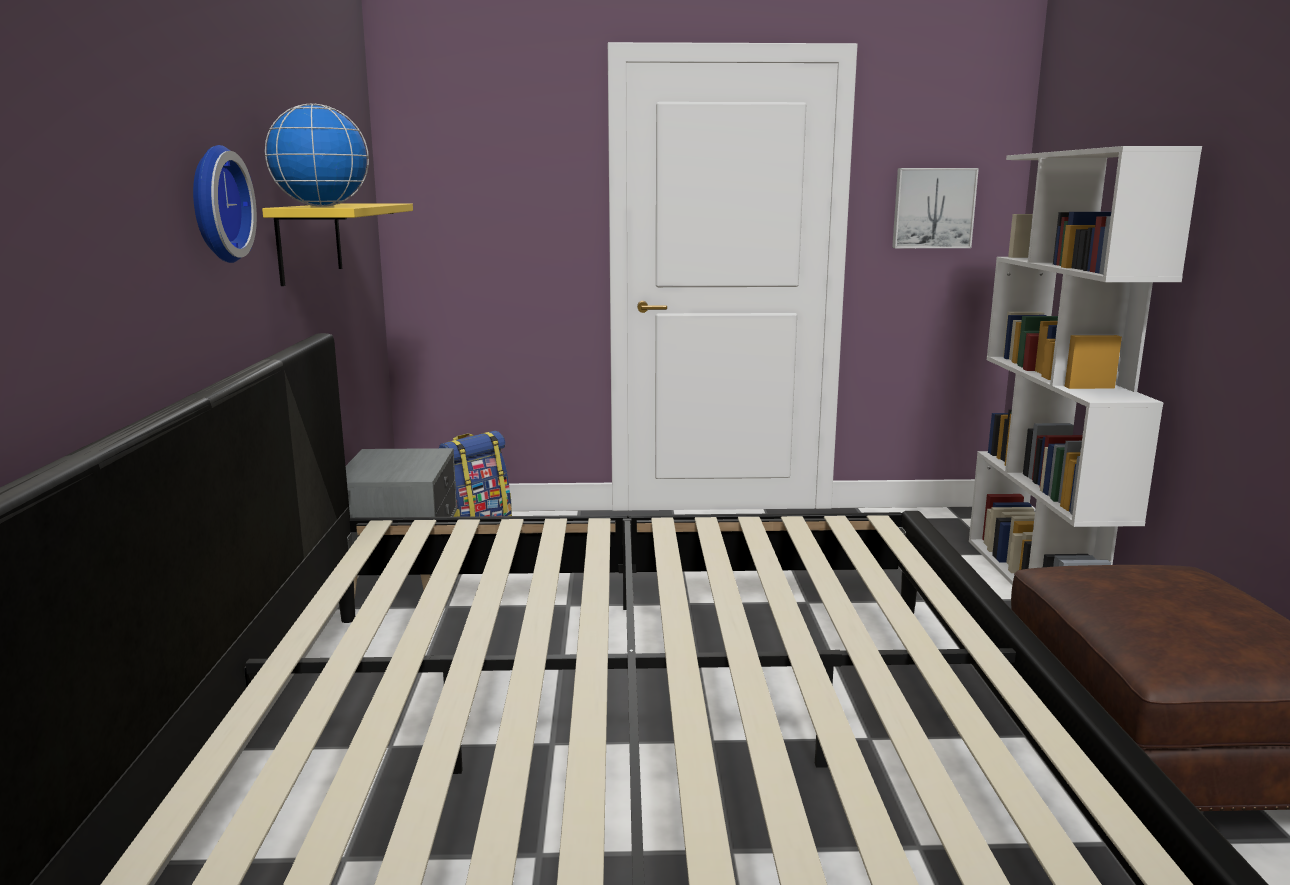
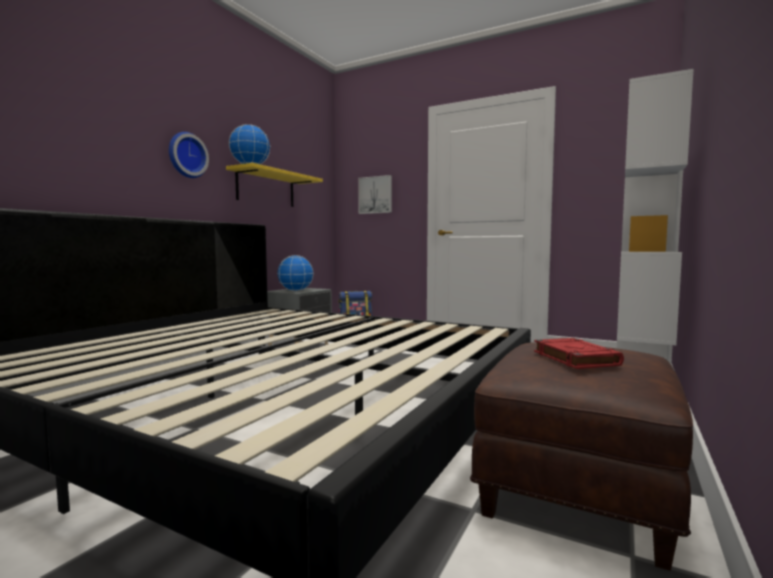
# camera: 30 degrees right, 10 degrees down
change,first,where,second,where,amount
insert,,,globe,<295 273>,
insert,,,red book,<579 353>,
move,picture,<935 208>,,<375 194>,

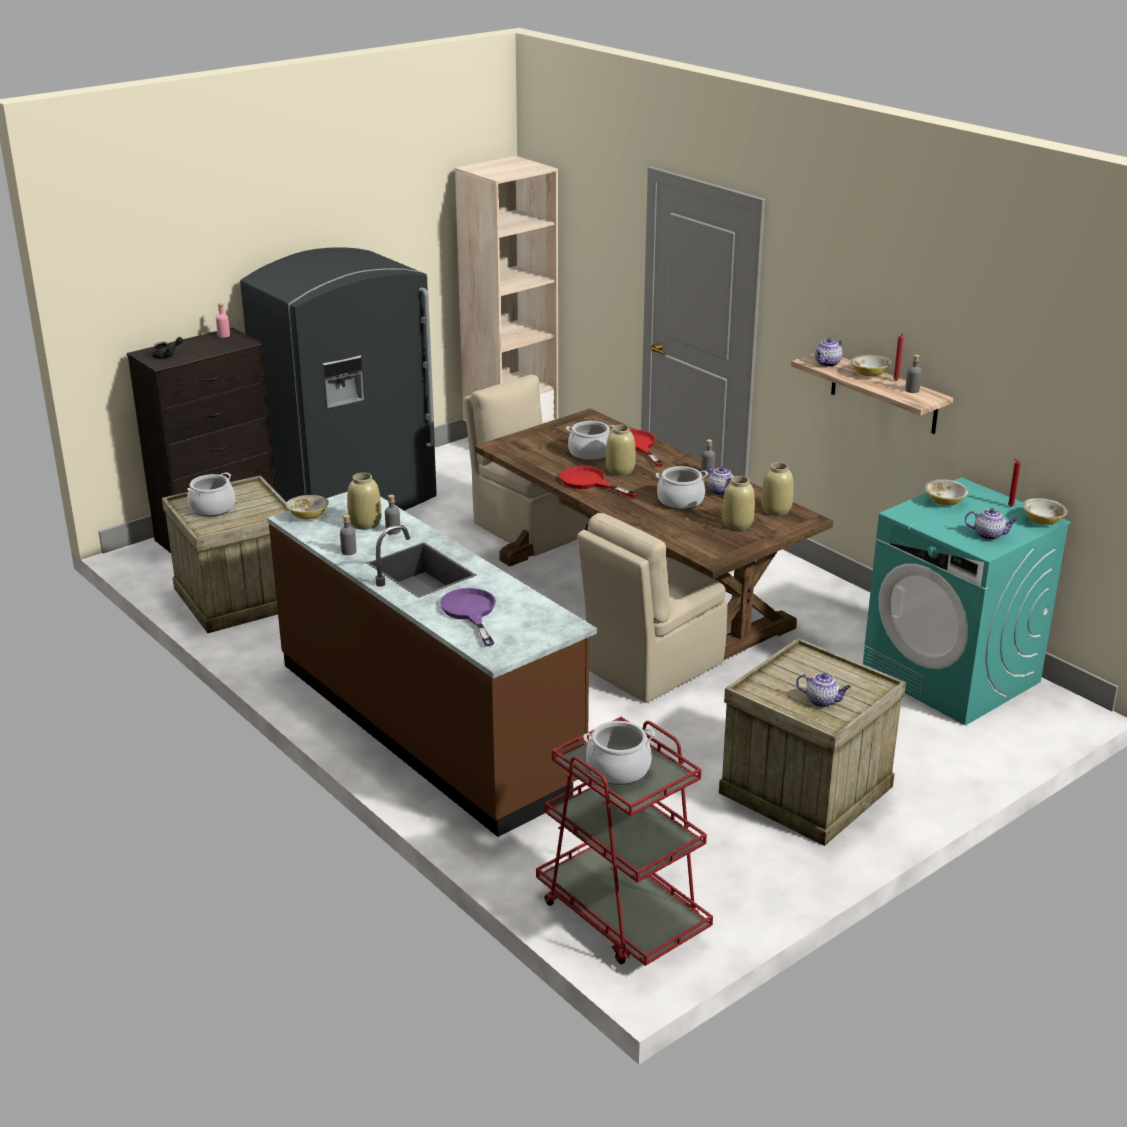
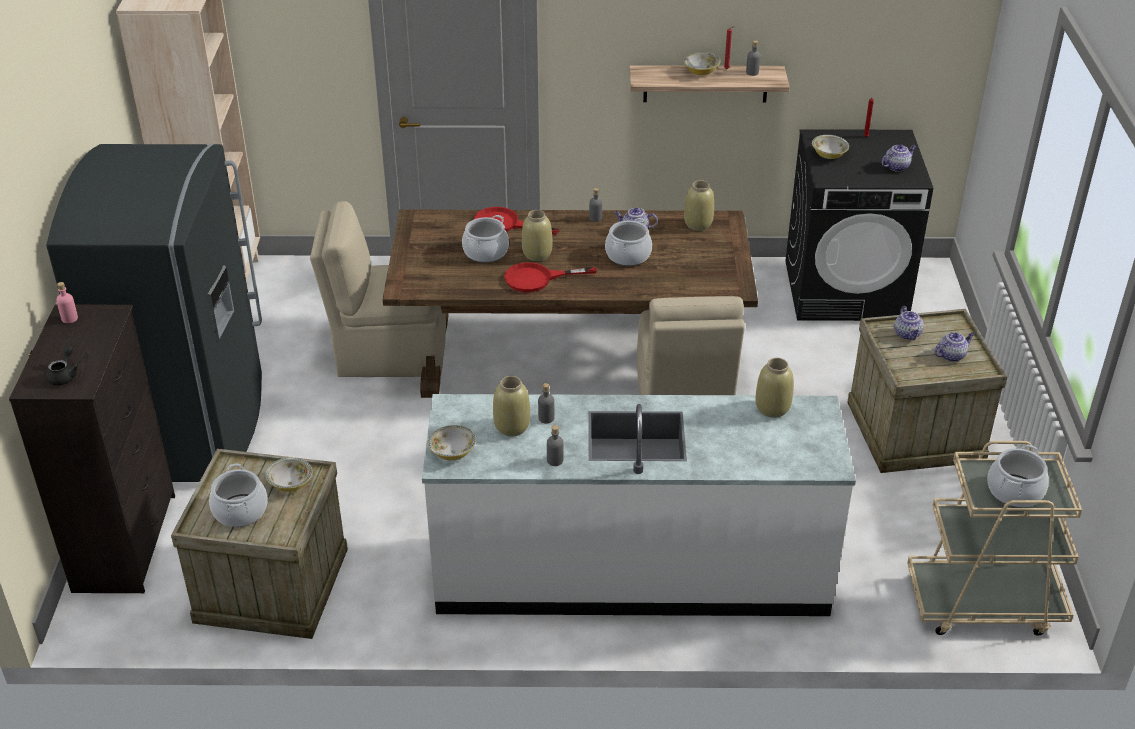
# camera: 50 degrees left, 10 degrees up
change,first,where,second,where,amount
delete,purple frying pan,<468 617>,,,
move,beige vase,<738 503>,,<774 388>,
move,teapot,<829 352>,,<909 323>,
move,bowl,<1045 511>,,<288 474>,
recolor,brown counter,<432 664>,white counter,<639 505>,
recolor,red cart,<624 841>,beige cart,<994 538>,
recolor,turquoise washing machine,<967 601>,black washing machine,<859 225>,

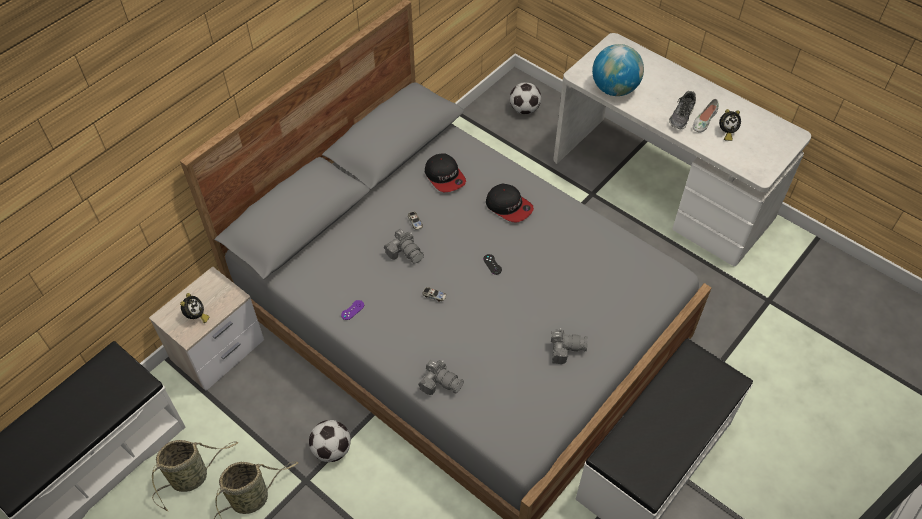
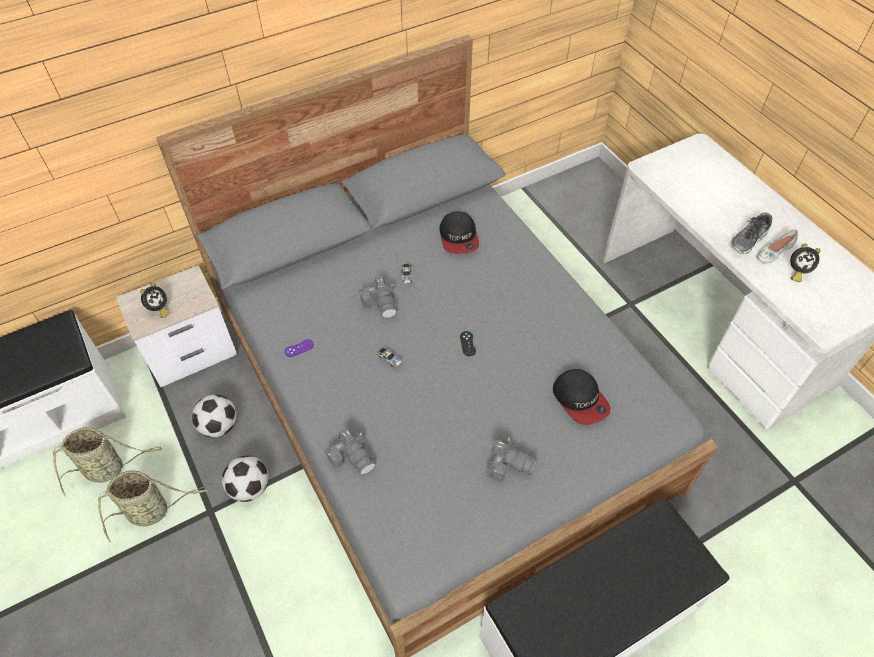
# camera: 20 degrees right, 0 degrees up
change,first,where,second,where,amount
delete,globe,<618 70>,,,
move,cap,<510 203>,,<582 397>,
move,football,<525 98>,,<214 416>,

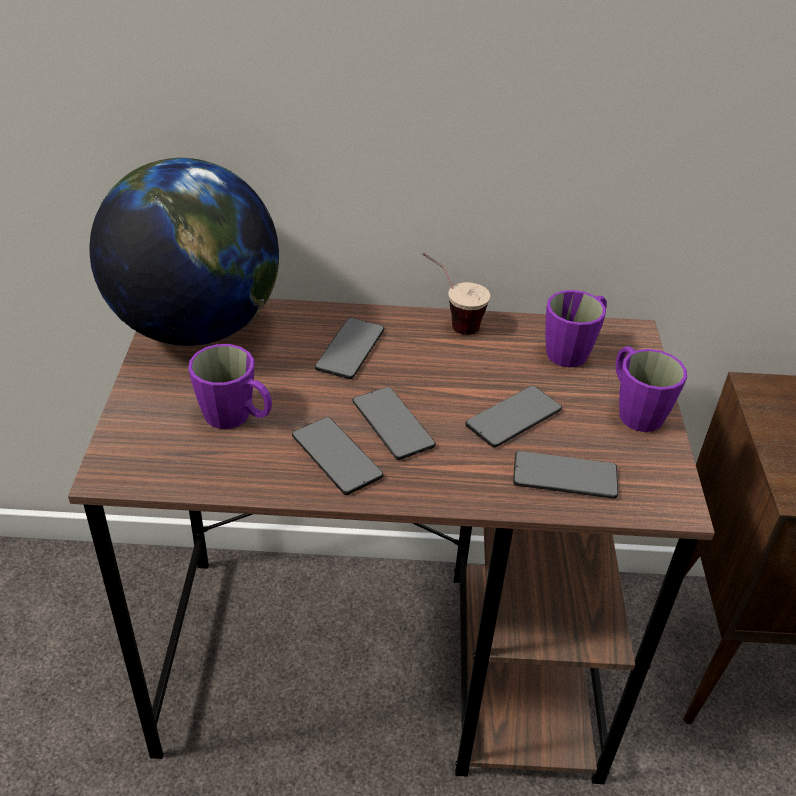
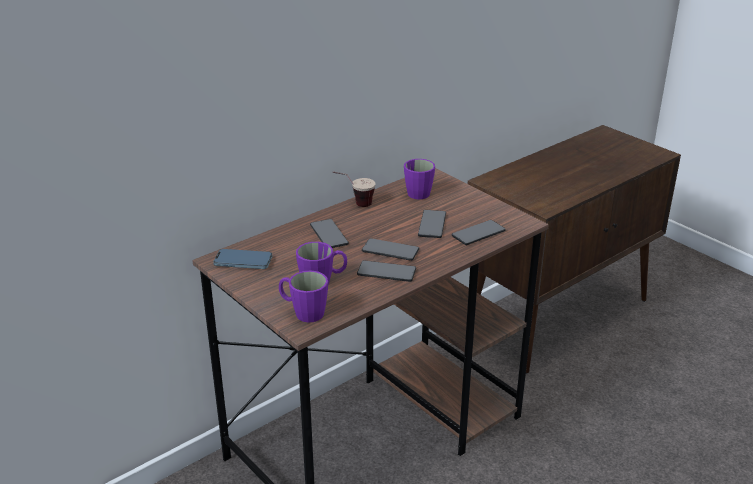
# camera: 40 degrees left, 10 degrees down
change,first,where,second,where,amount
move,purple mug,<651 389>,,<303 296>,
replace,globe,<184 252>,phone,<242 259>,

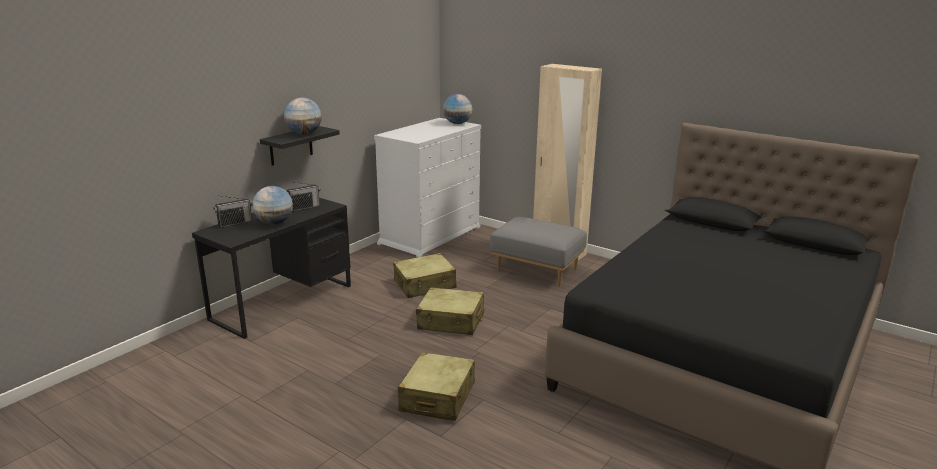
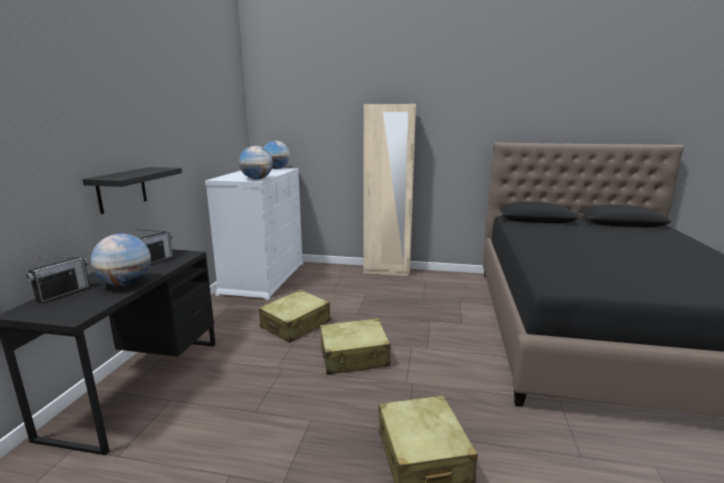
# camera: 25 degrees left, 5 degrees down
change,first,where,second,where,amount
delete,grey ottoman,<538 251>,,,
move,globe,<303 116>,,<256 162>,

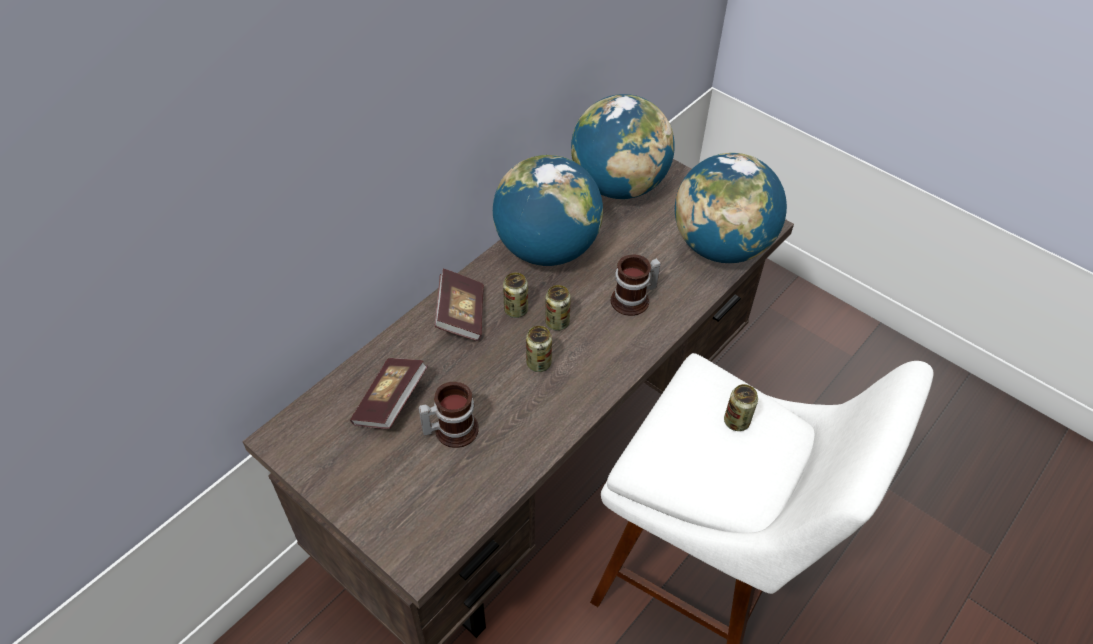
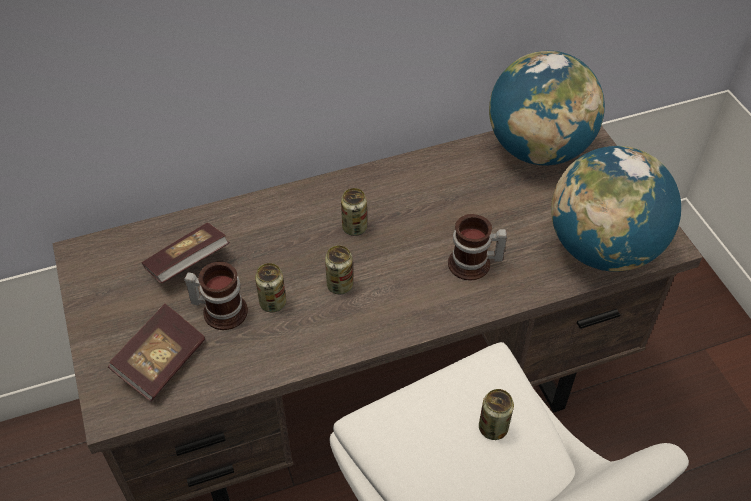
# camera: 30 degrees right, 0 degrees up
change,first,where,second,where,amount
delete,globe,<548 210>,,,
move,book,<459 304>,,<156 352>,
move,can,<558 308>,,<270 288>,

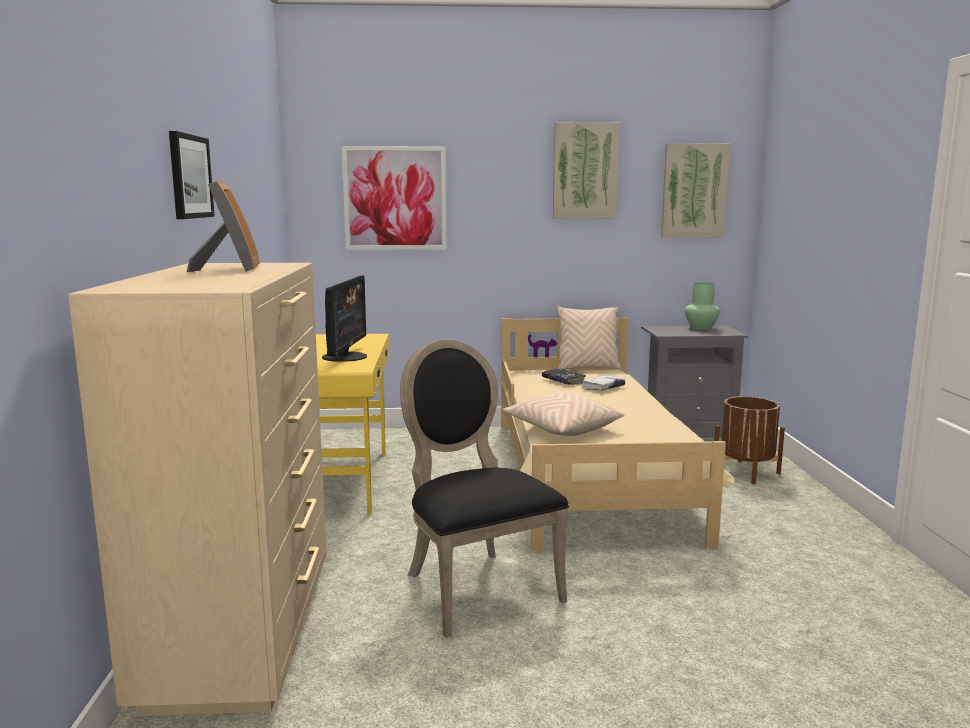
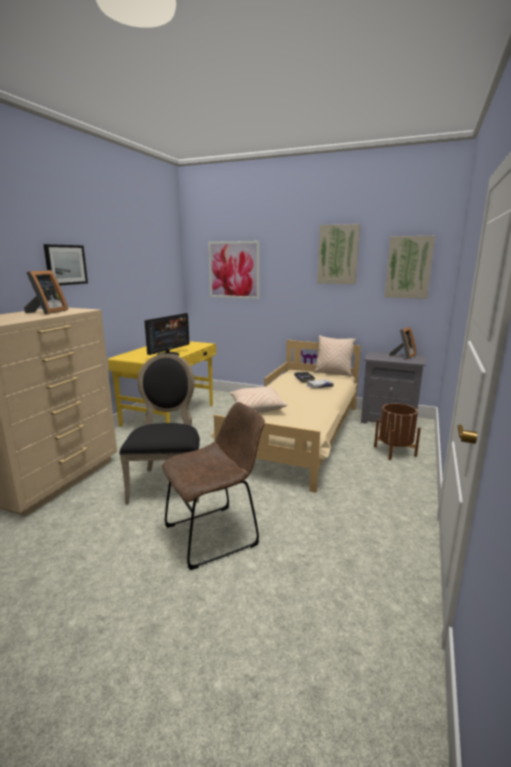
# camera: 25 degrees right, 5 degrees up
change,first,where,second,where,amount
insert,,,brown chair,<213 486>,
replace,green vase,<702 306>,picture frame,<403 343>,

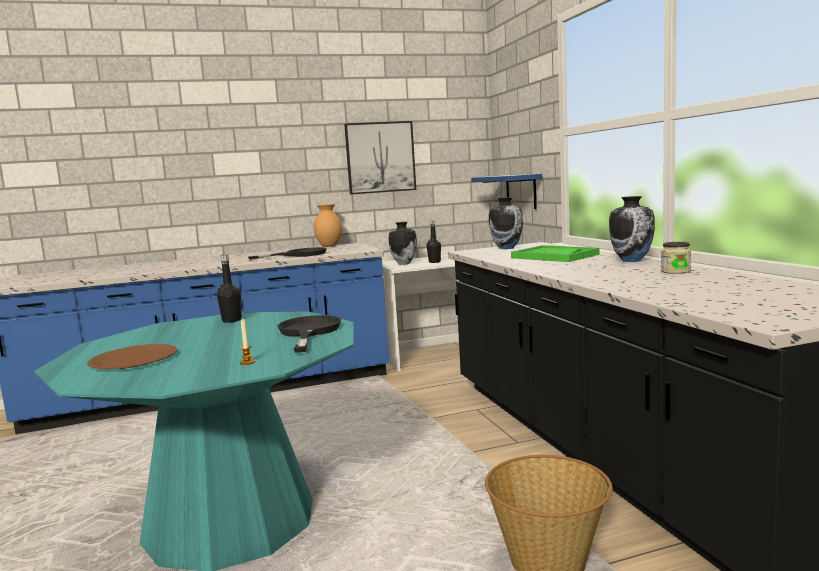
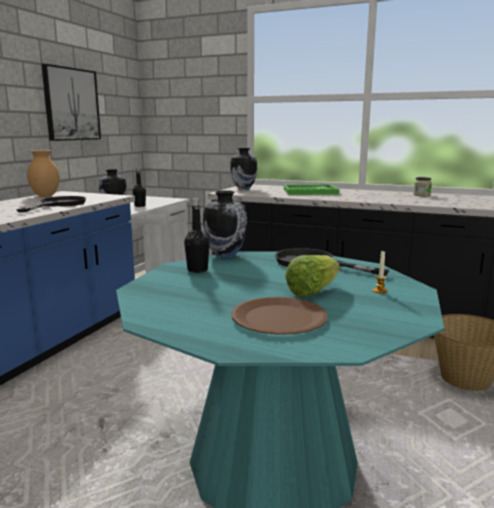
# camera: 50 degrees left, 5 degrees up
change,first,where,second,where,amount
delete,blue shelf,<506 191>,,,
insert,,,lettuce,<312 276>,
move,vase,<632 229>,,<225 224>,

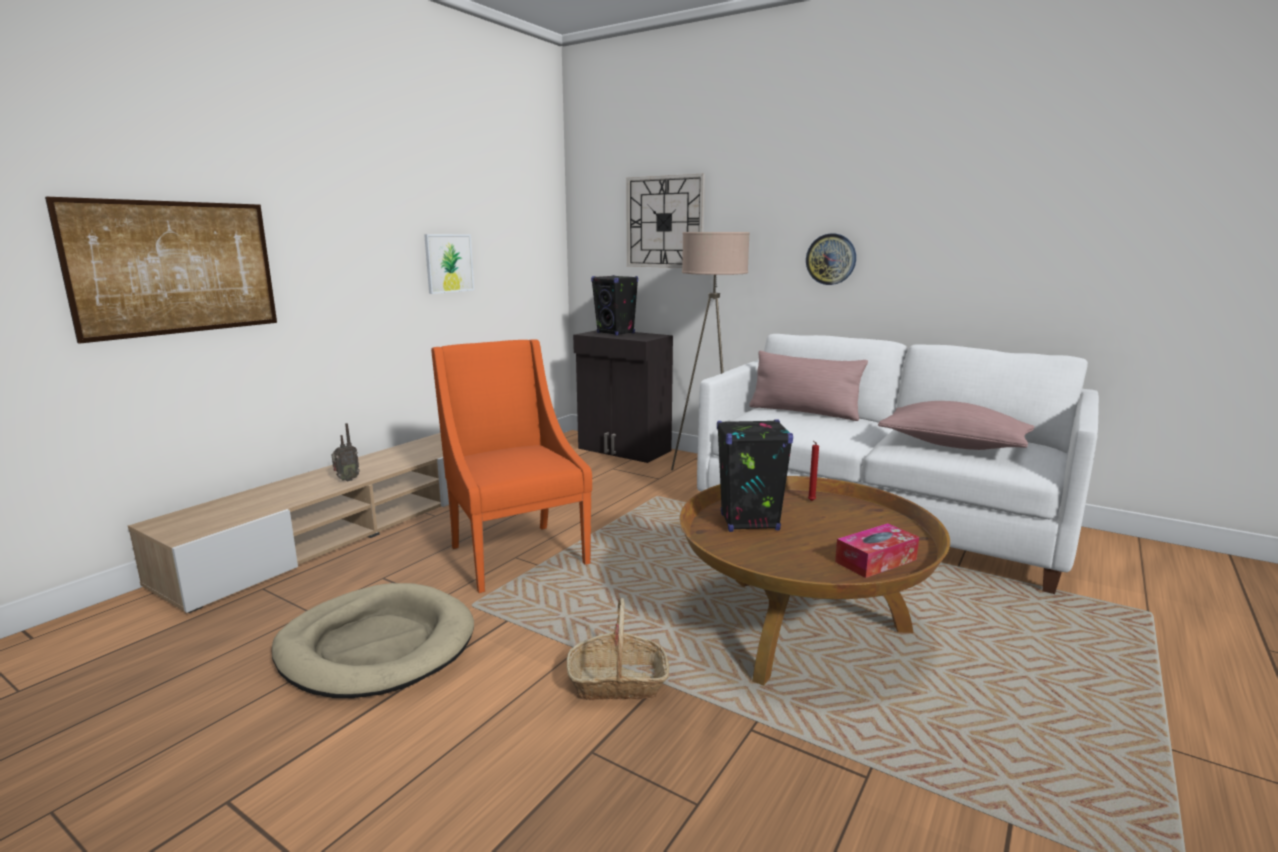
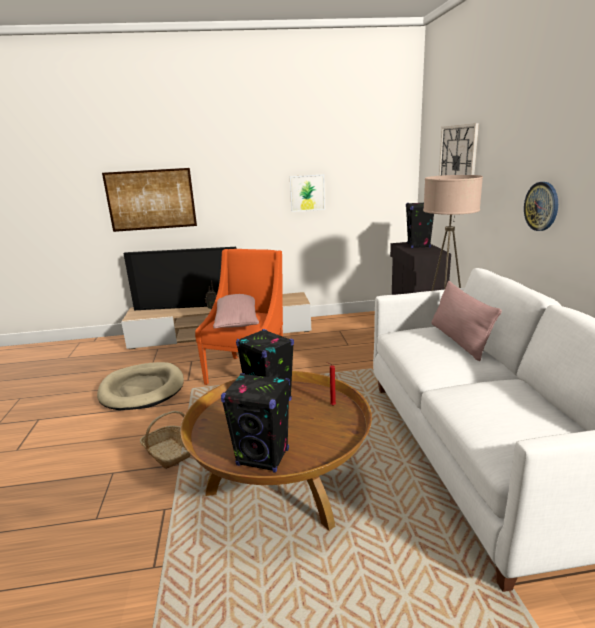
# camera: 50 degrees right, 5 degrees up
change,first,where,second,where,amount
insert,,,television,<180 278>,
move,pink pillow,<956 425>,,<236 311>,
replace,tissue box,<877 550>,black speaker,<255 423>,

